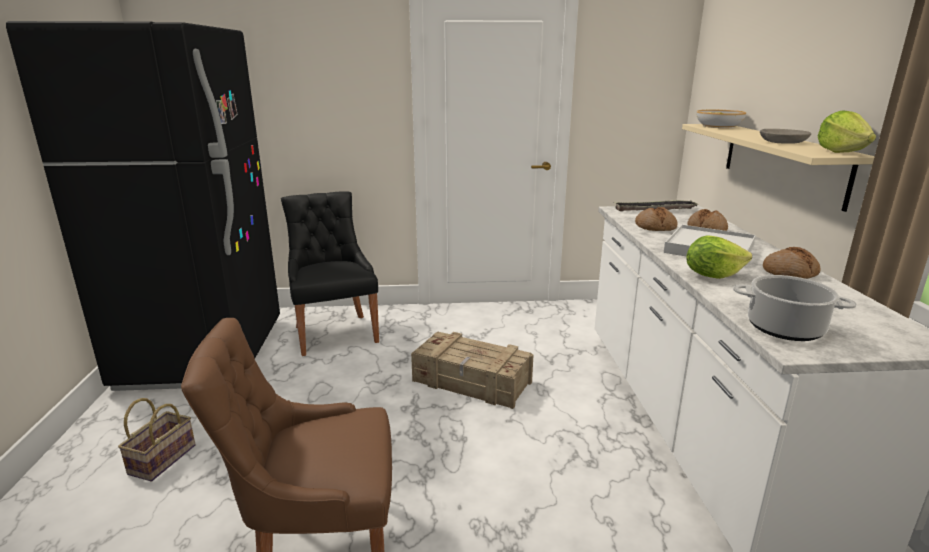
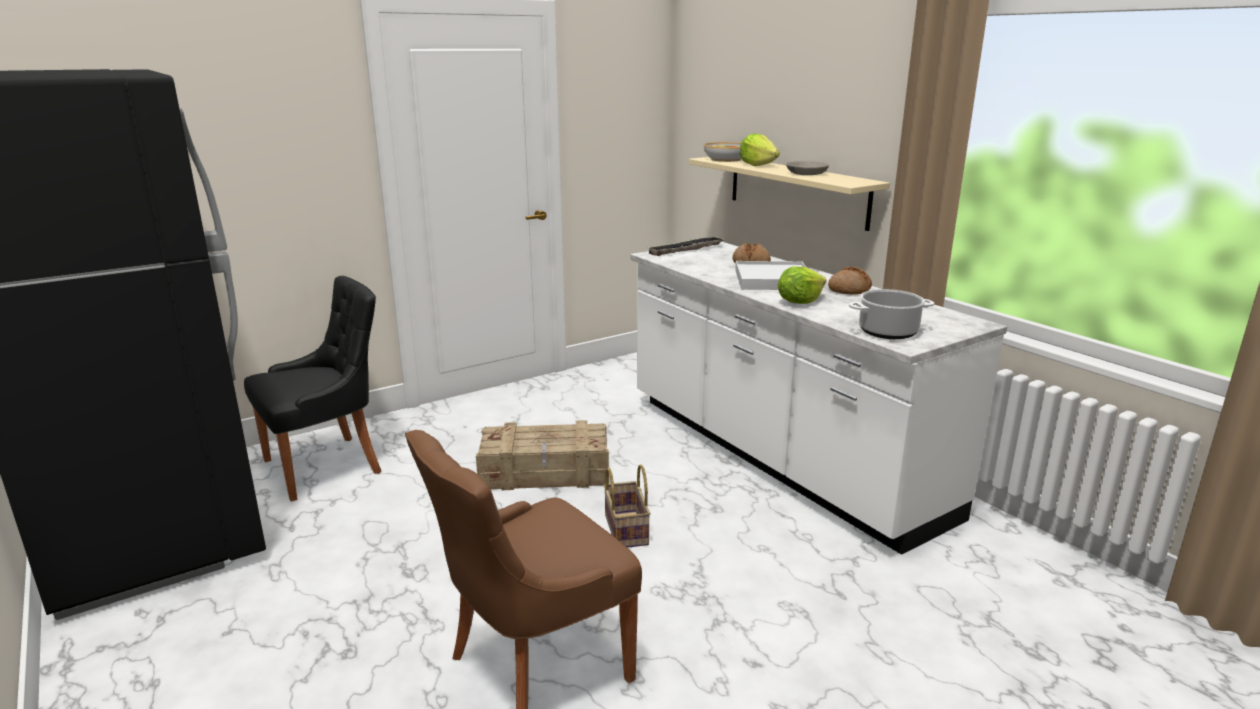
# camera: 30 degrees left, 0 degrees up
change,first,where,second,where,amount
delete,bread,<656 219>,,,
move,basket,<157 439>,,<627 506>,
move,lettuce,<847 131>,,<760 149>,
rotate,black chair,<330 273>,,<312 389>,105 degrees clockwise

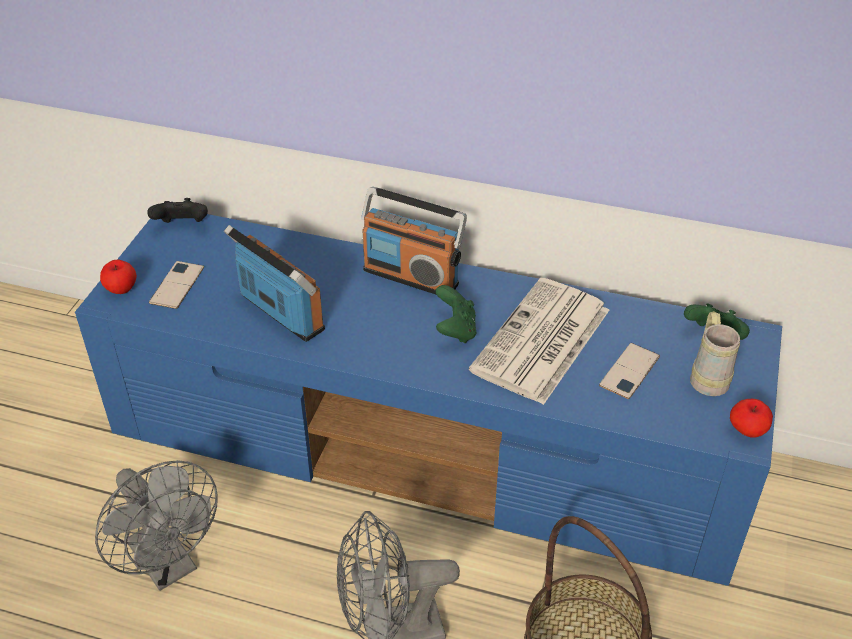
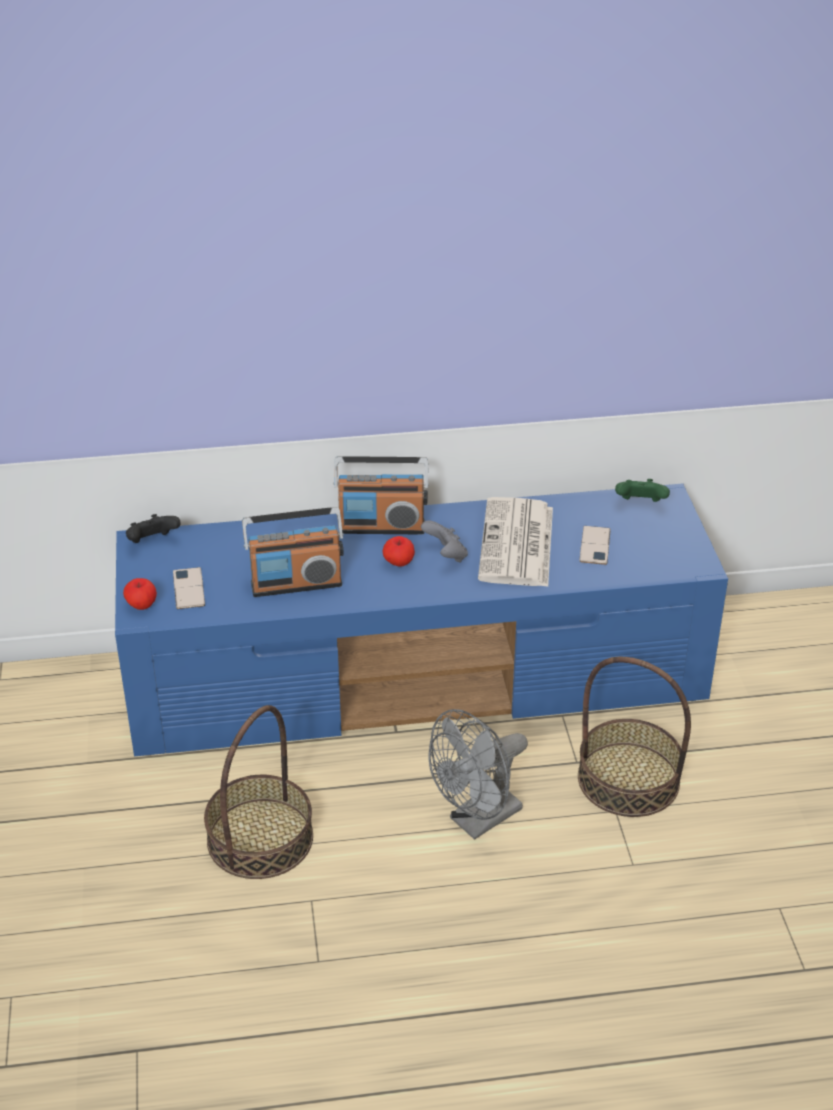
# camera: 25 degrees left, 5 degrees down
change,first,where,second,where,amount
delete,beige mug,<715 353>,,,
move,apple,<751 418>,,<398 551>,
replace,grey fan,<156 525>,basket,<258 792>,
recolor,green game controller,<456 314>,grey game controller,<444 541>,
rotate,radio,<274 283>,,<293 552>,150 degrees clockwise

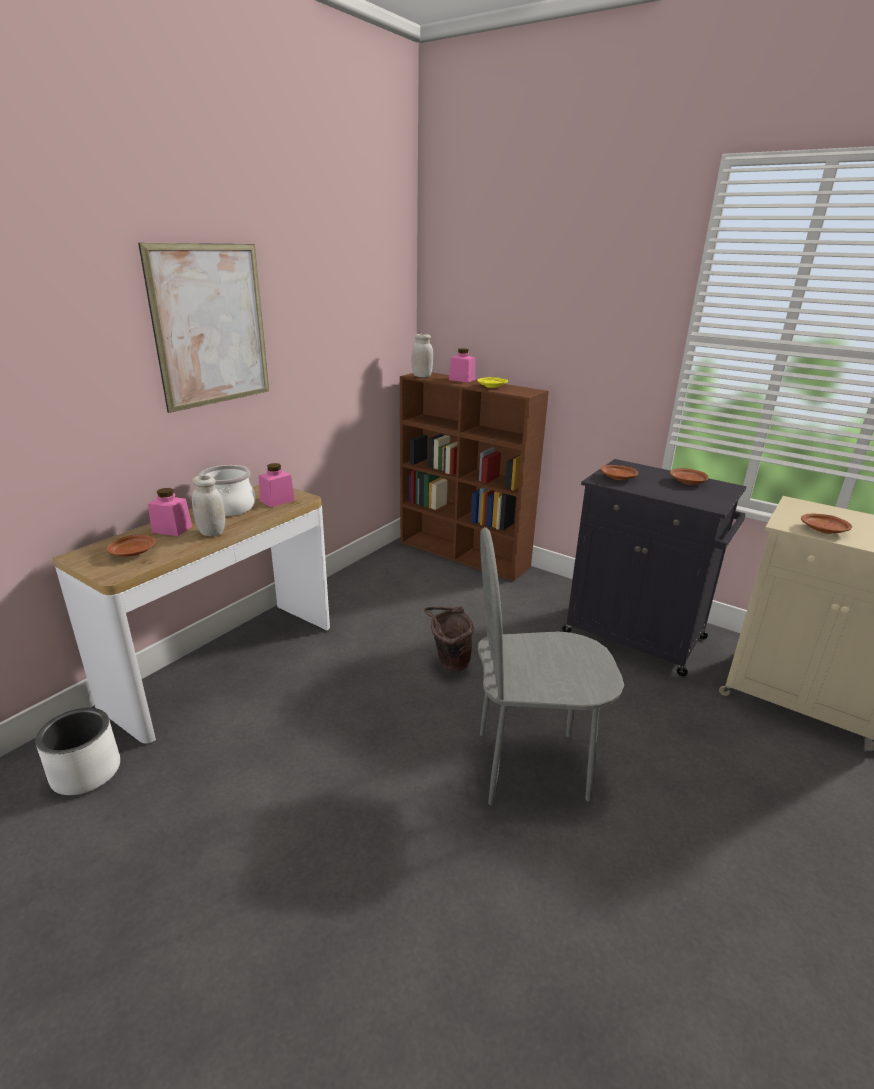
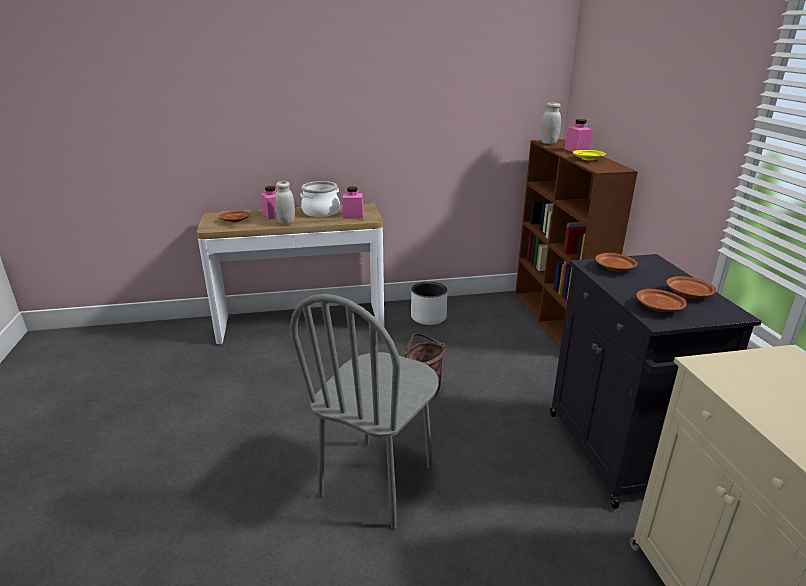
# camera: 45 degrees right, 0 degrees up
change,first,where,second,where,amount
delete,picture,<203 328>,,,
move,white planter,<77 751>,,<429 303>,
move,brown plate,<826 524>,,<661 300>,
rotate,grey chair,<551 666>,,<364 411>,105 degrees counterclockwise

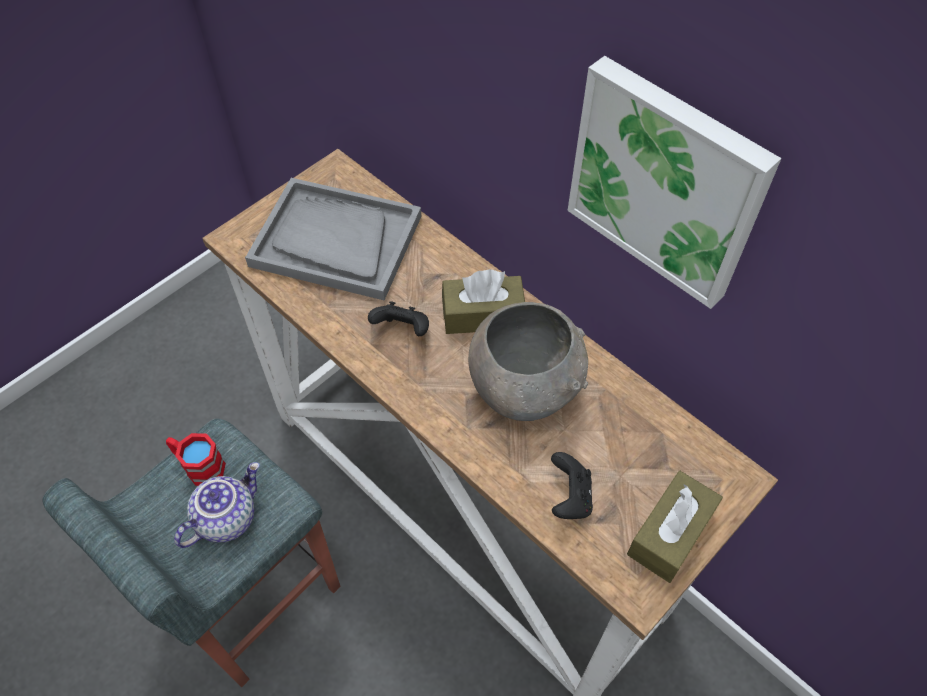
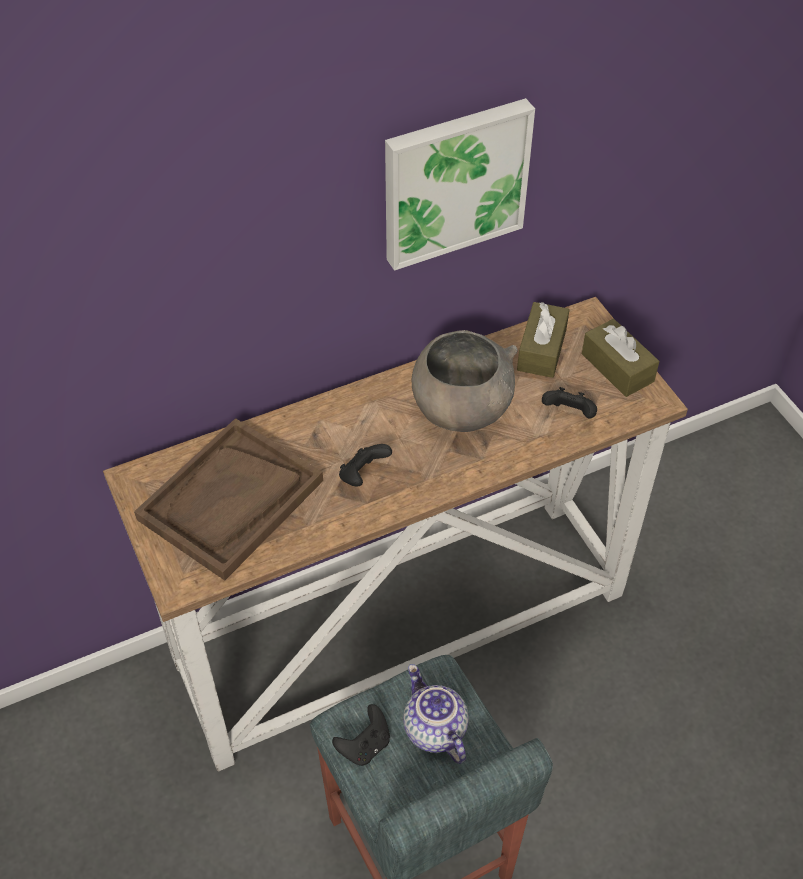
# camera: 70 degrees left, 5 degrees down
change,first,where,second,where,amount
move,brown tissue box,<483 301>,,<543 340>,
replace,red mug,<196 459>,black game controller,<361 735>,
recolor,grey tray,<333 239>,brown tray,<228 499>,

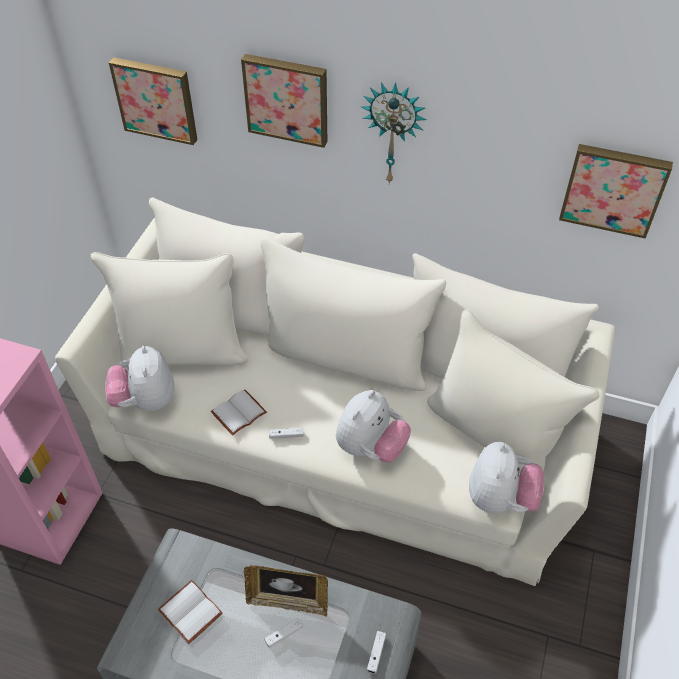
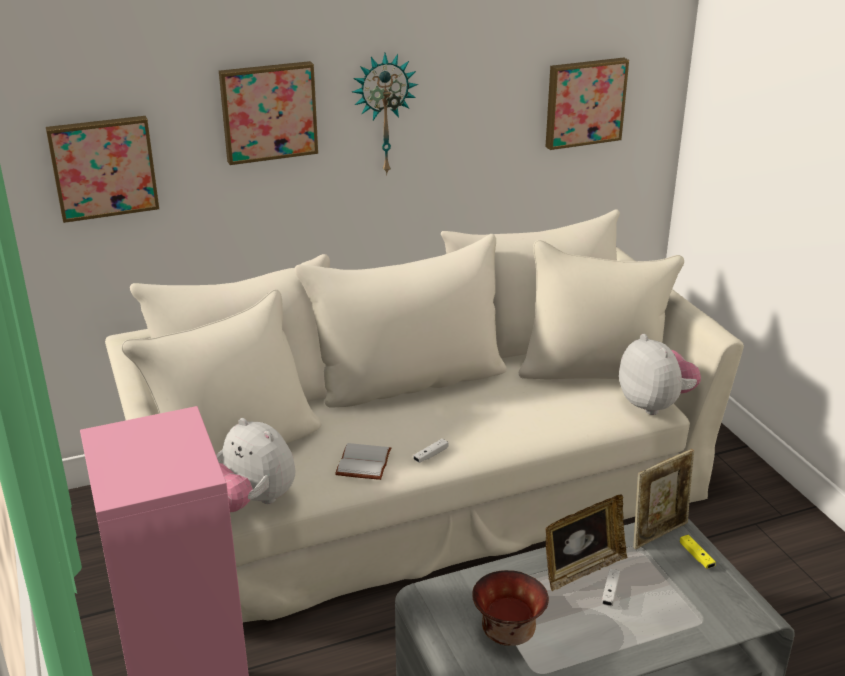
# camera: 40 degrees left, 20 degrees down
change,first,where,second,where,amount
delete,plush toy,<373 426>,,,
insert,,,picture frame,<663 499>,
replace,white book,<190 612>,bowl,<510 608>,
recolor,white game controller,<376 652>,yellow game controller,<698 552>,

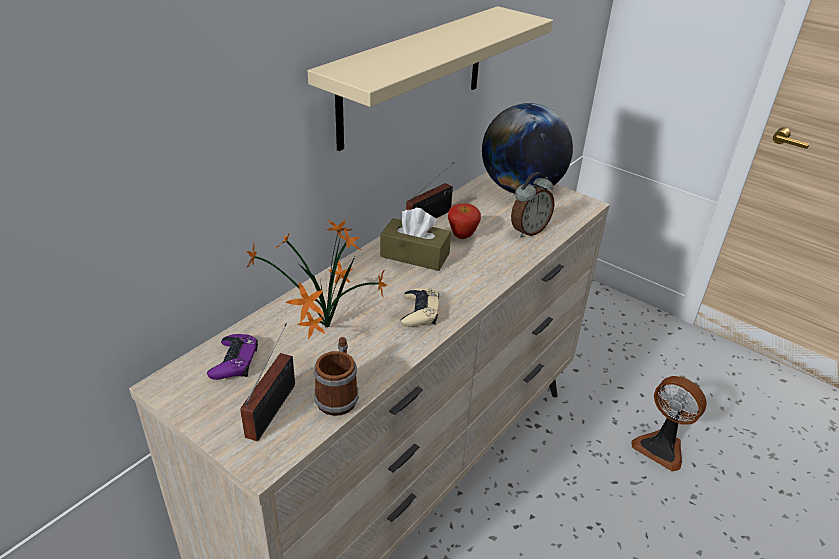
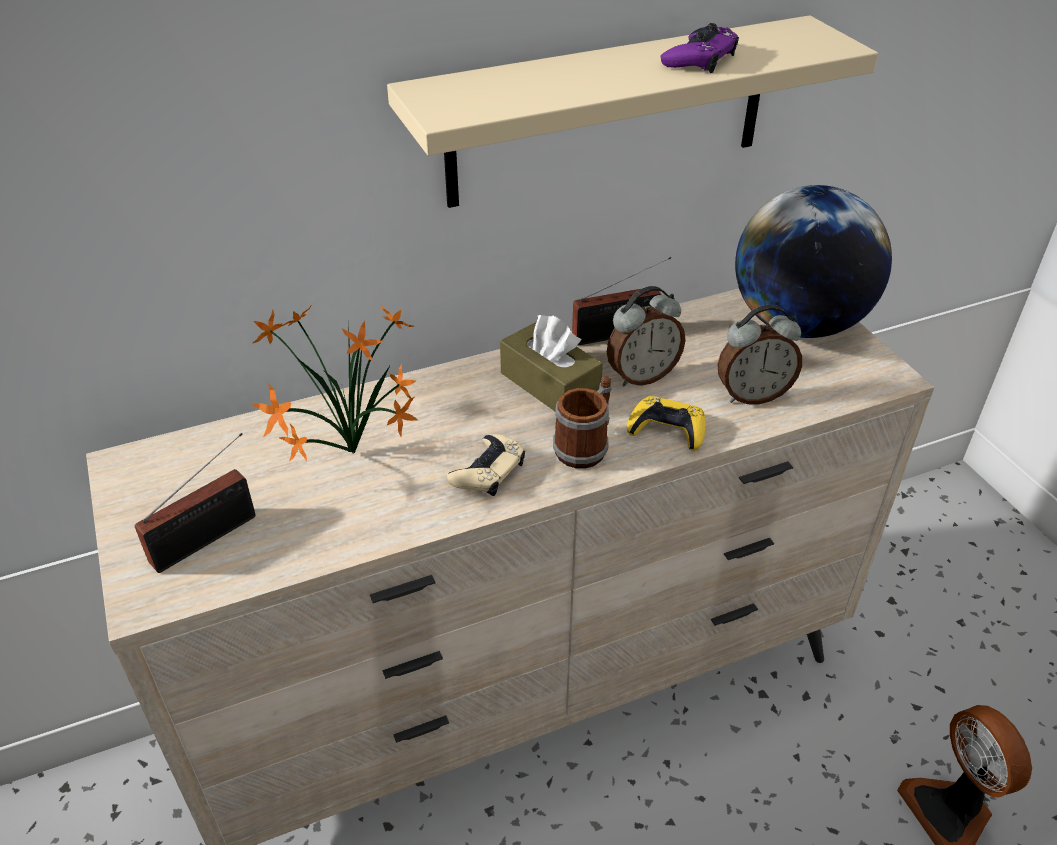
# camera: 30 degrees right, 5 degrees up
change,first,where,second,where,amount
insert,,,yellow game controller,<666 423>,
move,purple game controller,<232 357>,,<699 48>,
move,mug,<336 376>,,<582 422>,
replace,apple,<464 221>,alarm clock,<646 336>,

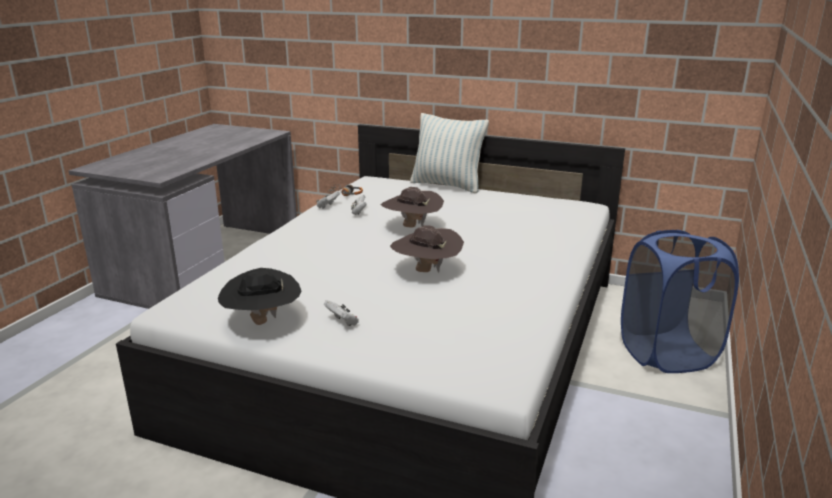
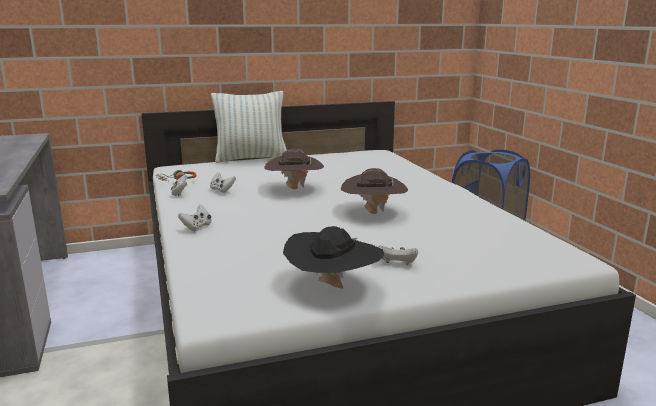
# camera: 40 degrees left, 5 degrees down
change,first,where,second,where,amount
insert,,,white game controller,<194 218>,

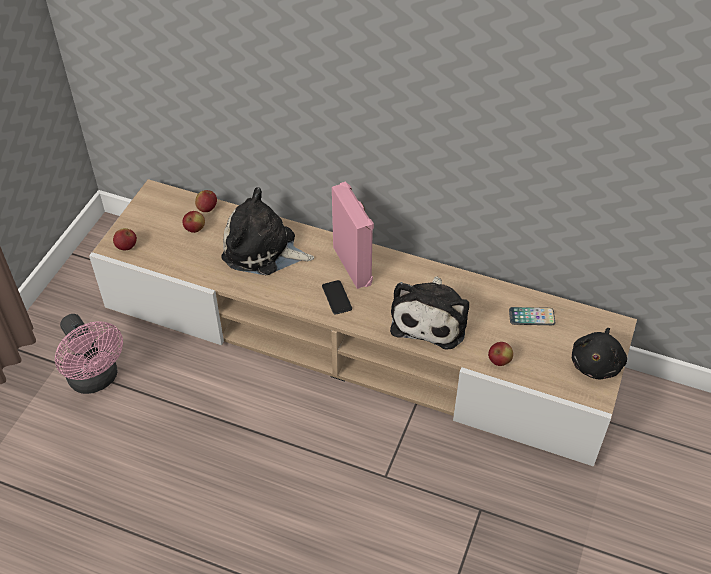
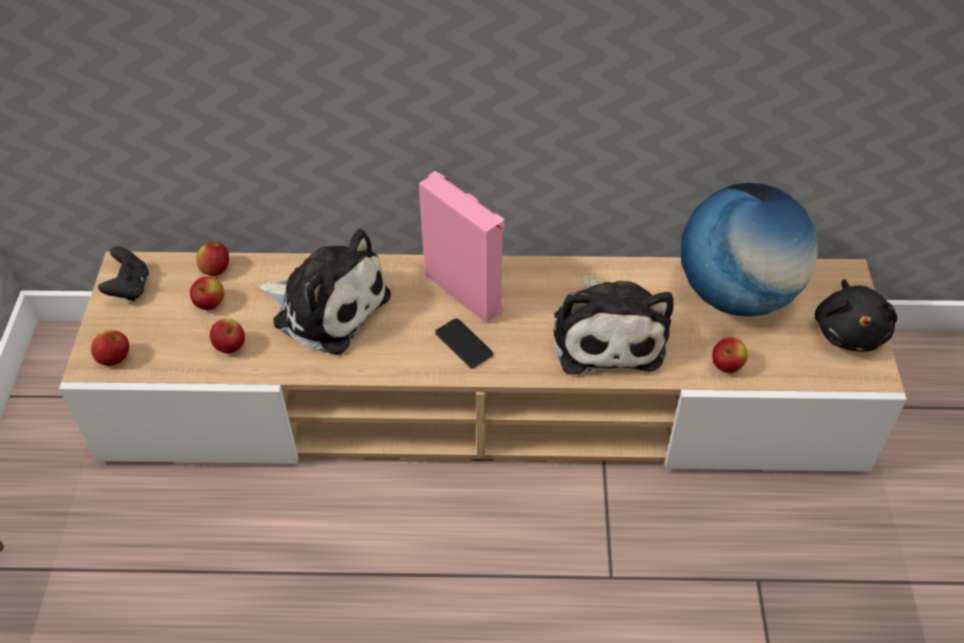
# camera: 20 degrees left, 0 degrees up
change,first,where,second,where,amount
delete,pink fan,<89 354>,,,
insert,,,black game controller,<123 274>,
insert,,,apple,<227 336>,
replace,phone,<532 316>,globe,<749 250>,
rotate,plush toy,<267 231>,,<324 291>,150 degrees counterclockwise

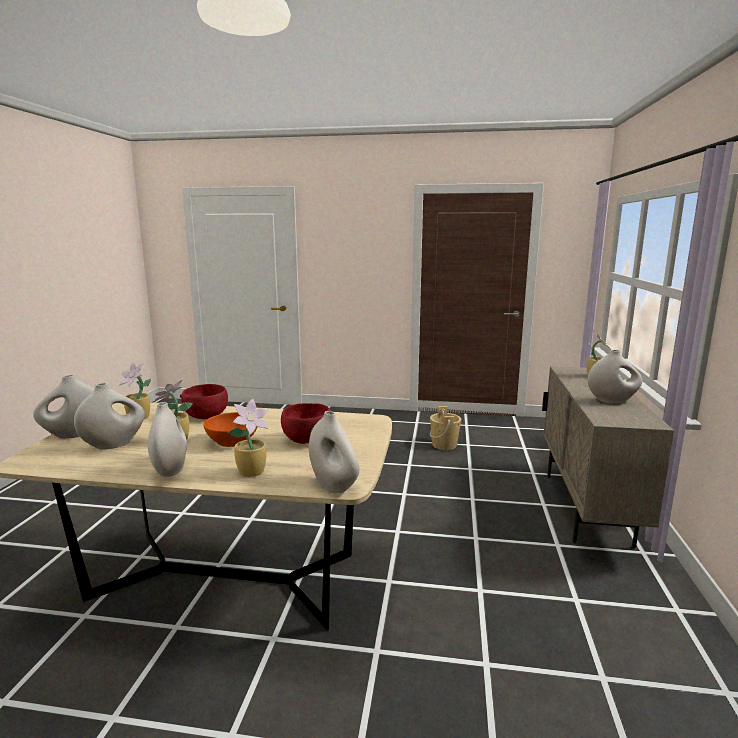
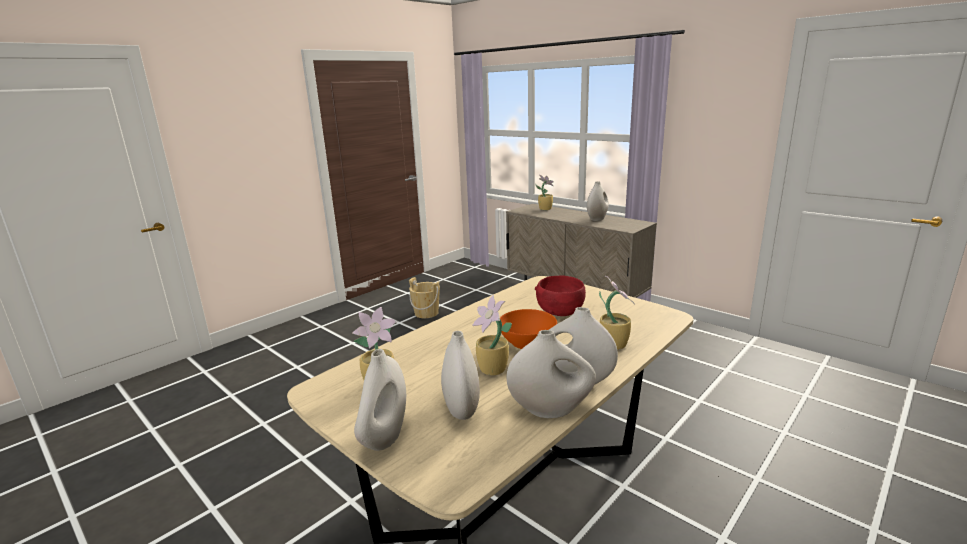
# camera: 55 degrees left, 5 degrees up
change,first,where,second,where,amount
delete,red bowl,<204 401>,,,
move,white vase,<334 452>,,<551 374>,

